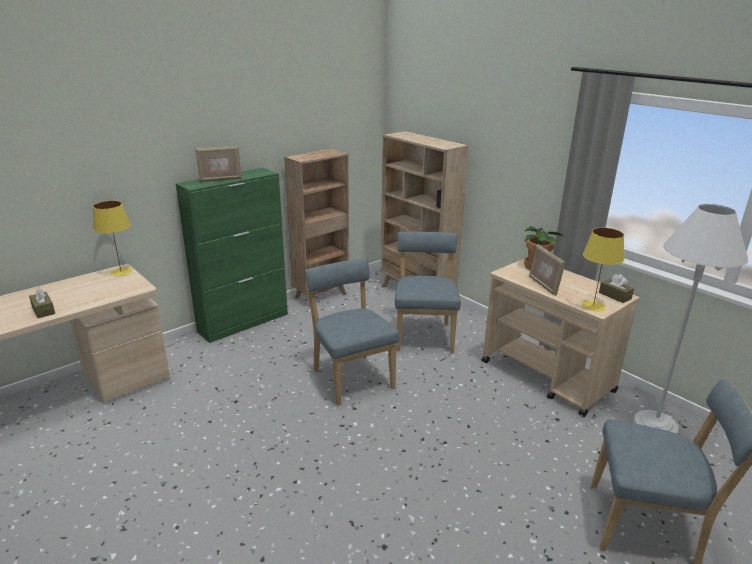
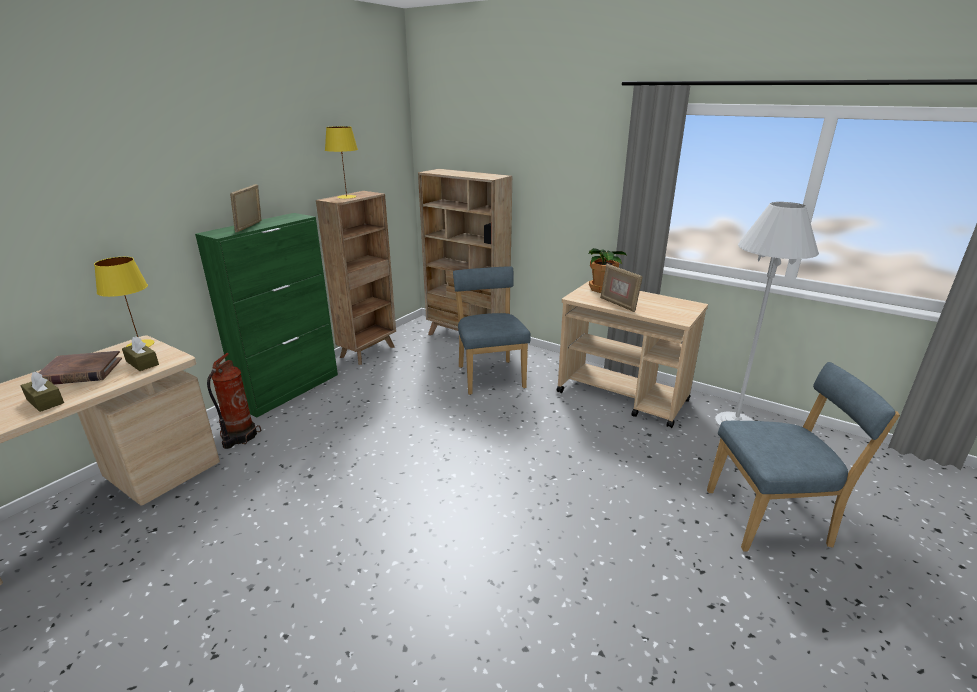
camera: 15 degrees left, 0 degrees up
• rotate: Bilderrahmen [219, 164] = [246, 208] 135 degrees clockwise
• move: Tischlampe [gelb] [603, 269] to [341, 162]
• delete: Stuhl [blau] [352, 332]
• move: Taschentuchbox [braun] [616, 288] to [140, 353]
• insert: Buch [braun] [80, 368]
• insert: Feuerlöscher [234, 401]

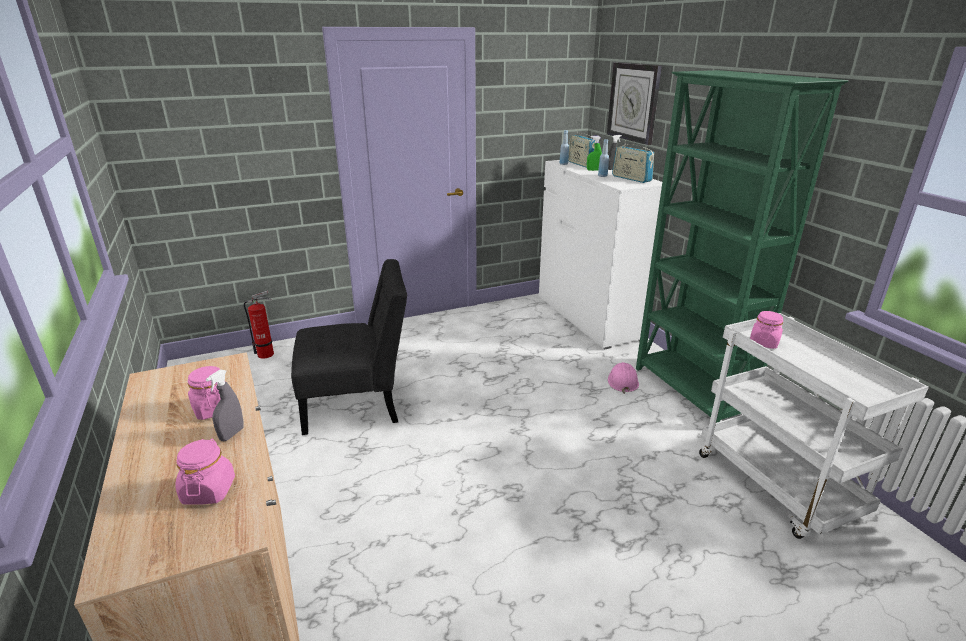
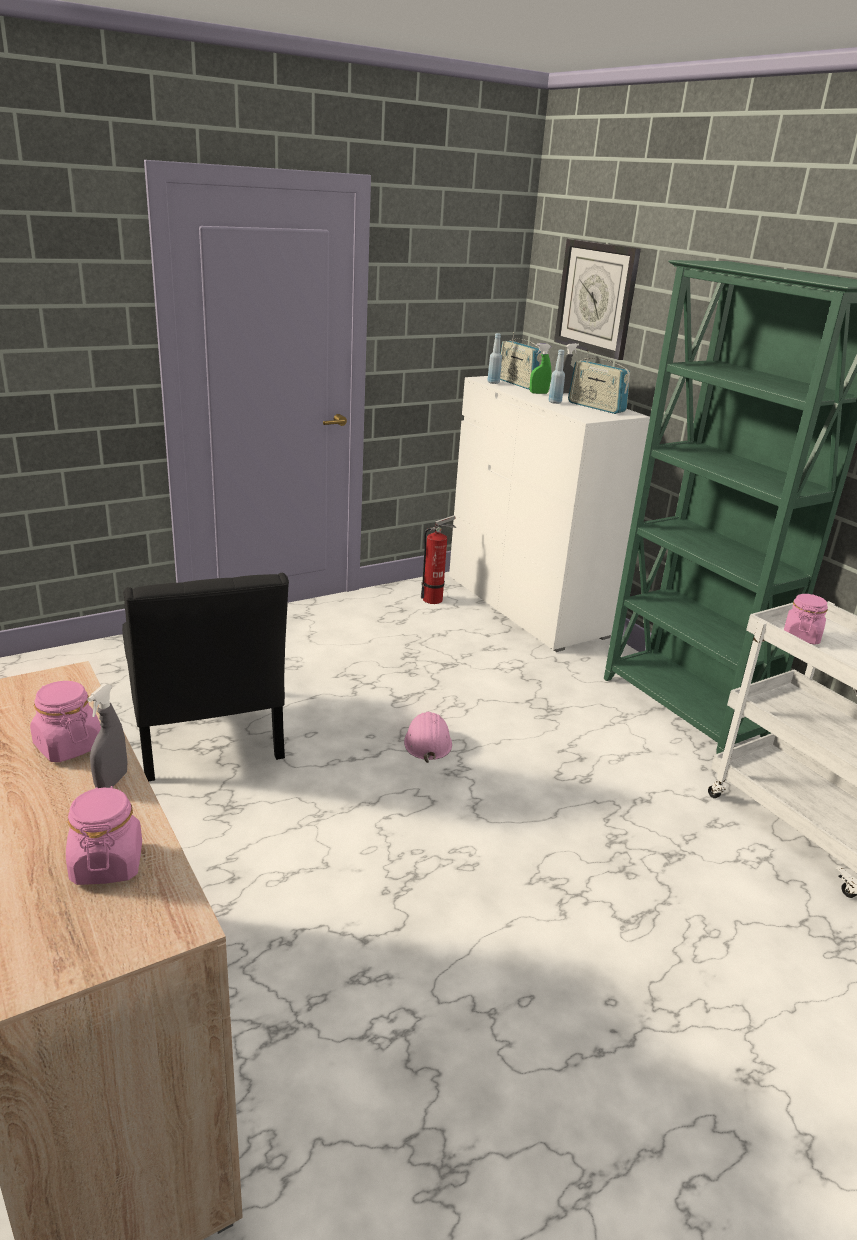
camera: 10 degrees left, 0 degrees up
• rotate: Stuhl [schwarz] [349, 347] = [205, 677] 90 degrees clockwise
• move: Feuerlöscher [259, 324] to [438, 559]
• move: Schutzhelm [rosa] [623, 378] to [428, 737]

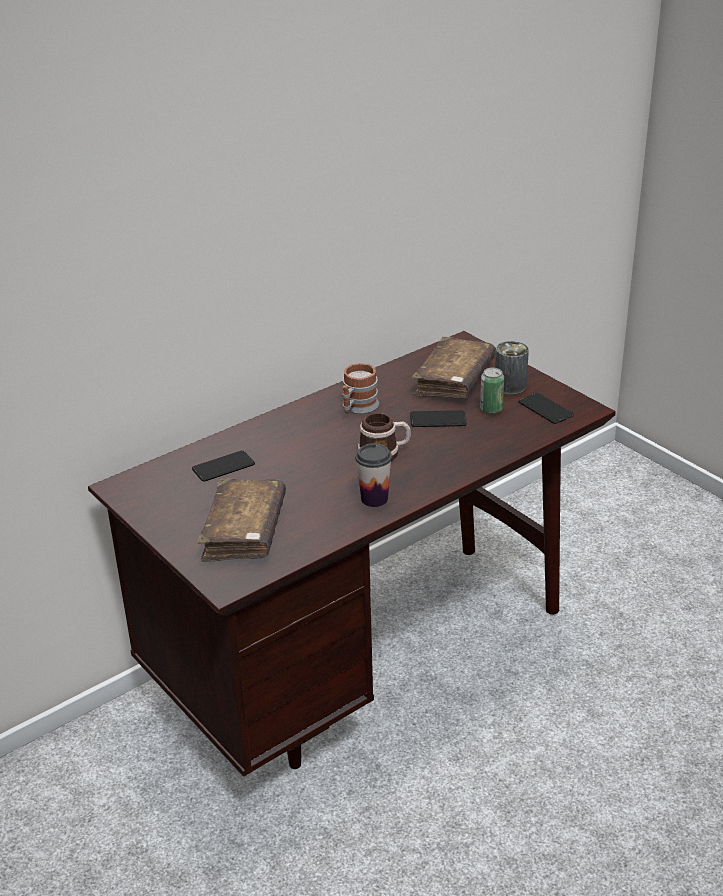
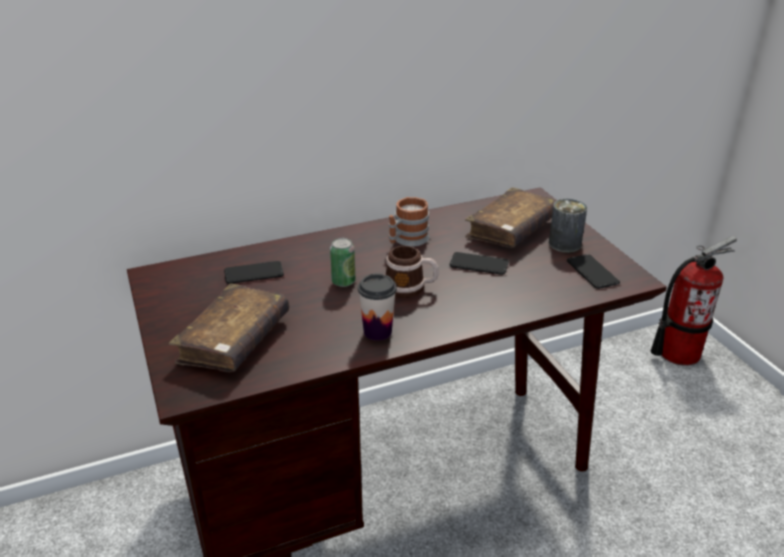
camera: 15 degrees right, 0 degrees up
• move: Dose [492, 391] to [342, 262]
• insert: Feuerlöscher [694, 301]

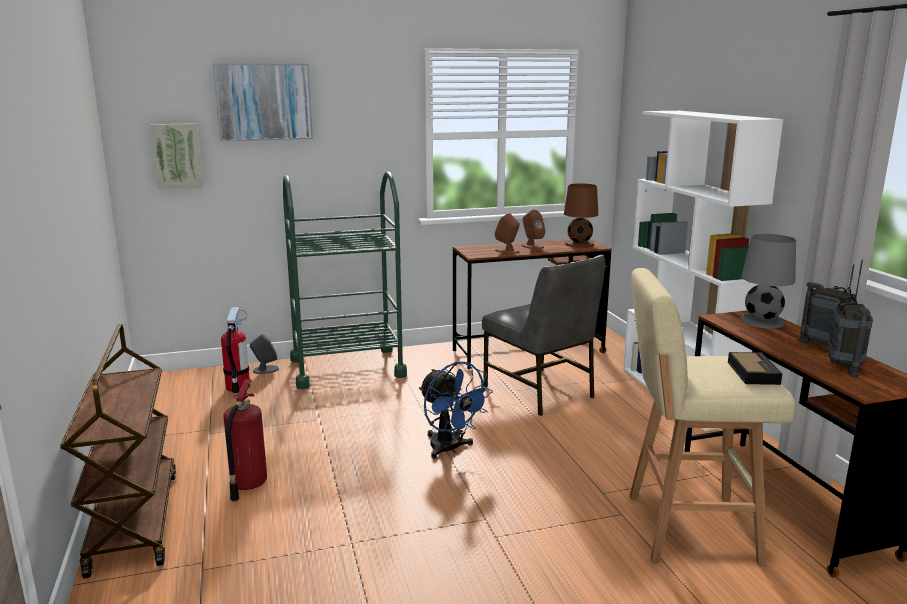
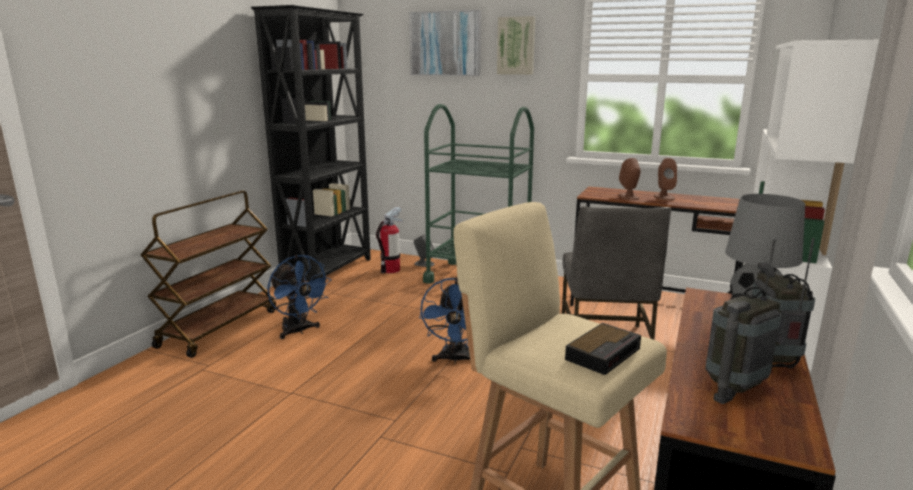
camera: 40 degrees right, 0 degrees up
• move: Bild [177, 156] to [516, 45]
• delete: Tischlampe [braun] [581, 216]
• replace: Feuerlöscher [245, 440] to Ventilator [blau] [299, 297]
• insert: Bücherregal [schwarz] [311, 143]

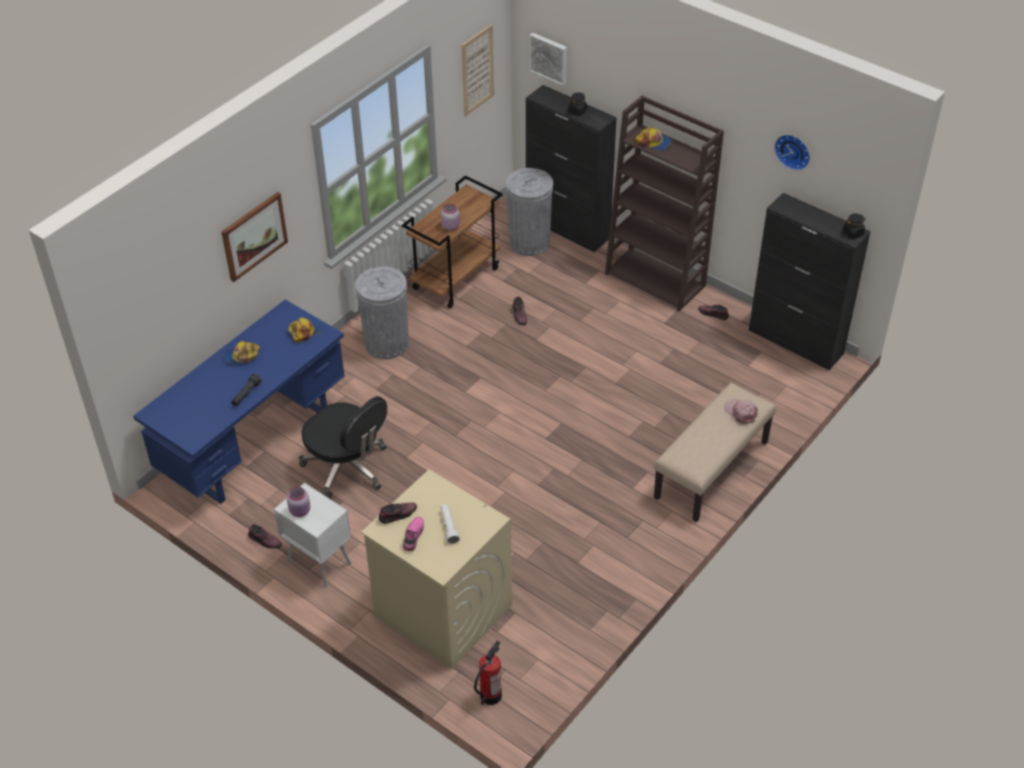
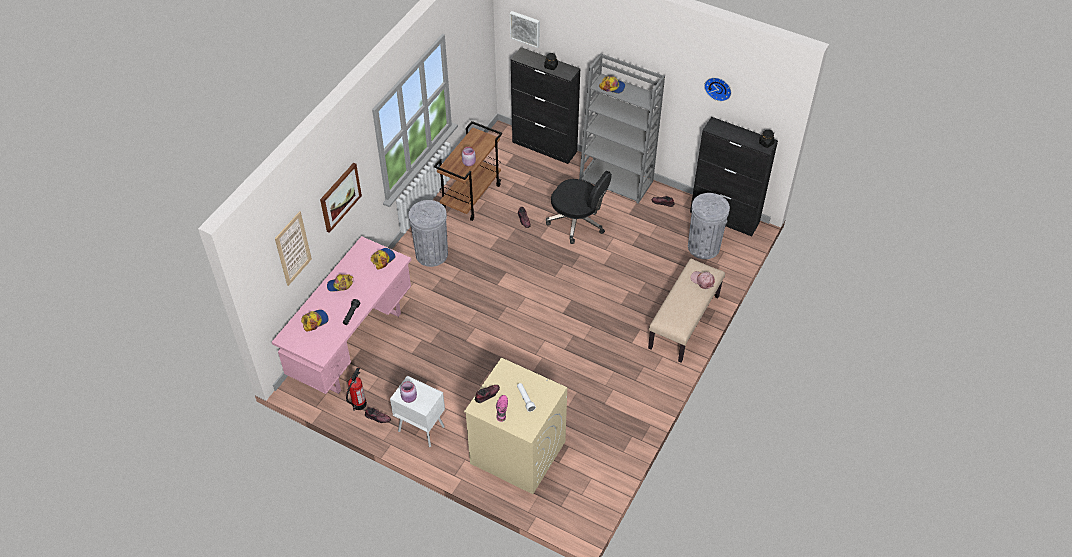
camera: 10 degrees left, 5 degrees up
• move: Bild [478, 70] to [293, 248]
• recolor: Bücherregal [braun] [664, 203] to Bücherregal [grau] [622, 128]
• move: Mülleimer [grau] [529, 212] to [709, 226]
• recolor: Schreibtisch [blau] [239, 402] to Schreibtisch [rosa] [341, 315]
• move: Bürostuhl [schwarz] [343, 447] to [579, 207]
• move: Feuerlöscher [488, 673] to [356, 389]
• insert: Kappe [315, 320]

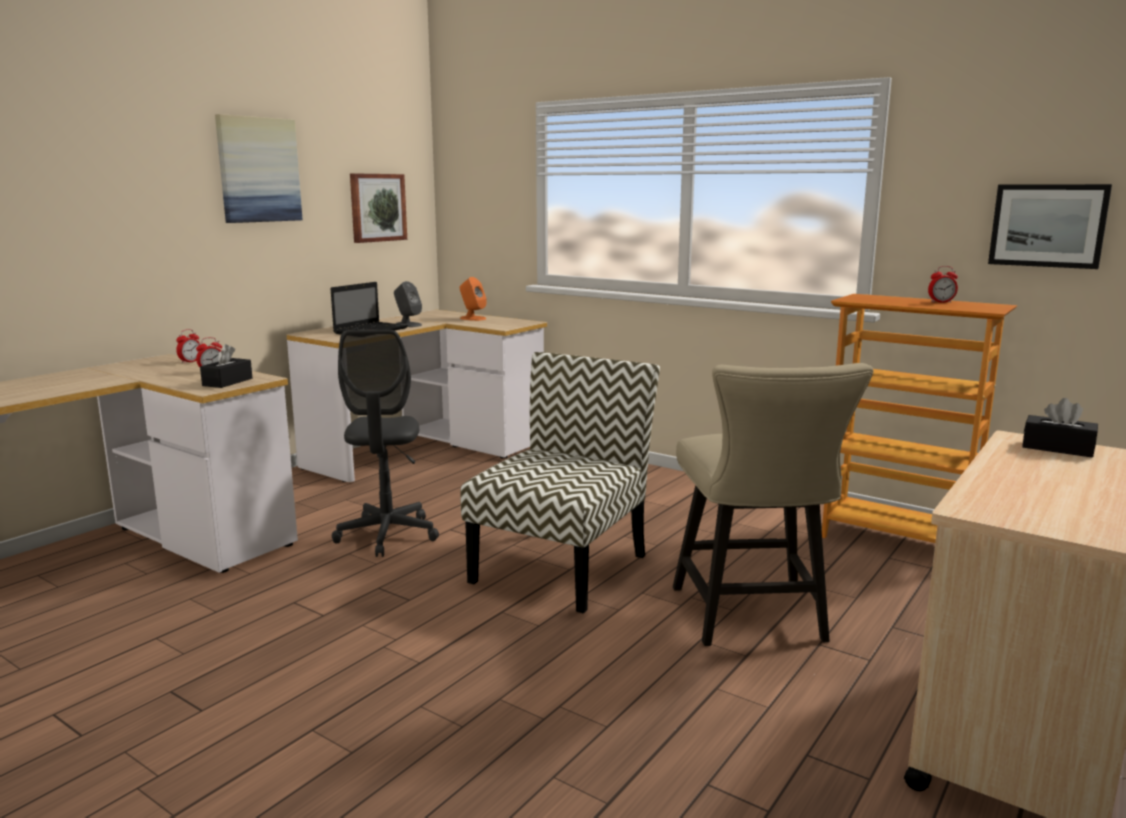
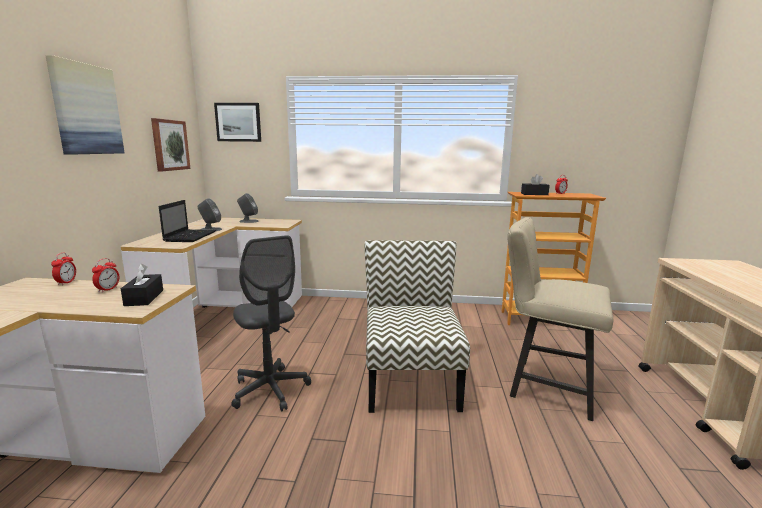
camera: 30 degrees left, 0 degrees up
• move: Bild [1050, 226] to [237, 122]
• recolor: Lautsprecher [orange] [473, 299] to Lautsprecher [grau] [247, 208]
• rotate: Stuhl [beige] [773, 504] = [560, 319] 150 degrees clockwise
• move: Taschentuchbox [schwarz] [1060, 427] to [535, 184]

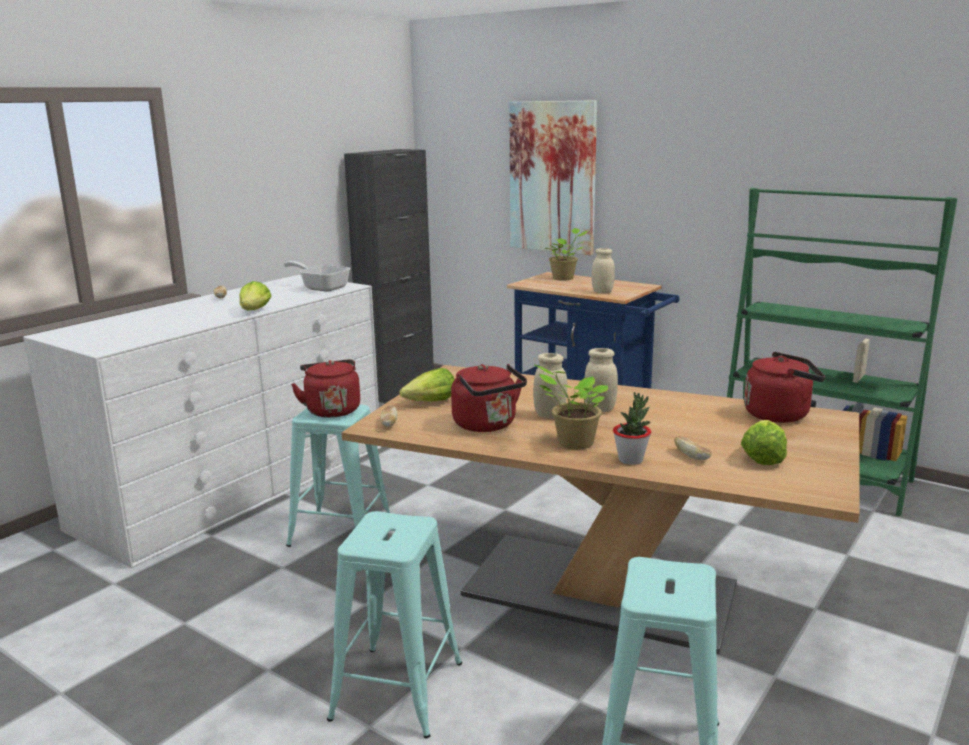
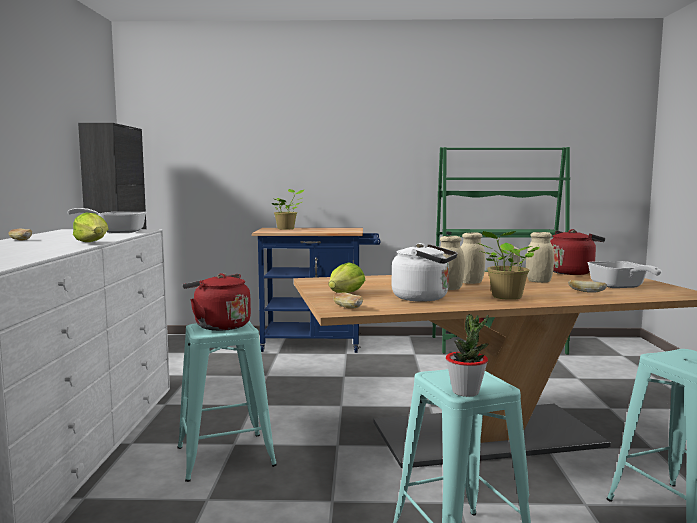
camera: 35 degrees left, 10 degrees down
• delete: Bild [553, 177]
• move: Vorratsglas [beige] [603, 271] to [540, 257]
• recolor: Wasserkessel [rot] [489, 398] to Wasserkessel [weiß] [425, 272]
• move: Topfpflanze [632, 428] to [467, 355]
• replace: Salatkopf [764, 442] to Pfanne [624, 274]

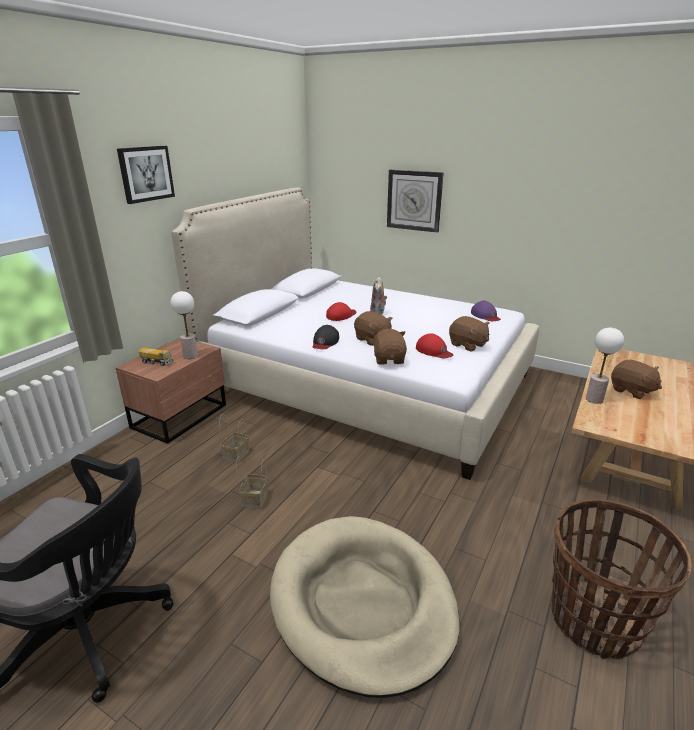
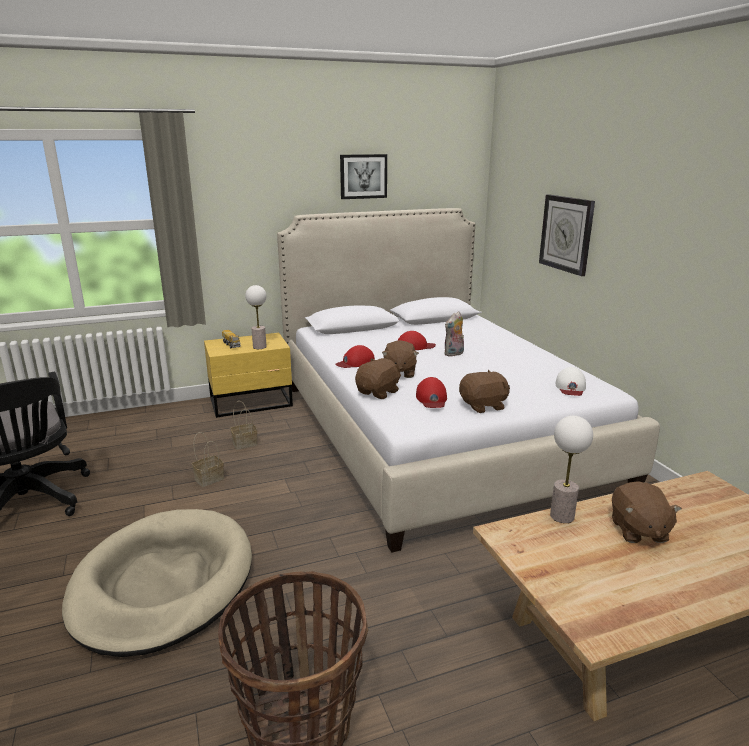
camera: 40 degrees right, 5 degrees down
• move: Bild [146, 175] to [363, 176]
• recolor: Kappe [lila] [486, 311] to Kappe [weiß] [571, 381]
• rotate: Plüschtier [braun] [469, 333] = [484, 391] 105 degrees counterclockwise
• recolor: Kappe [schwarz] [325, 337] to Kappe [rot] [355, 356]
• recolor: Nachttisch [braun] [170, 391] to Nachttisch [gelb] [248, 375]

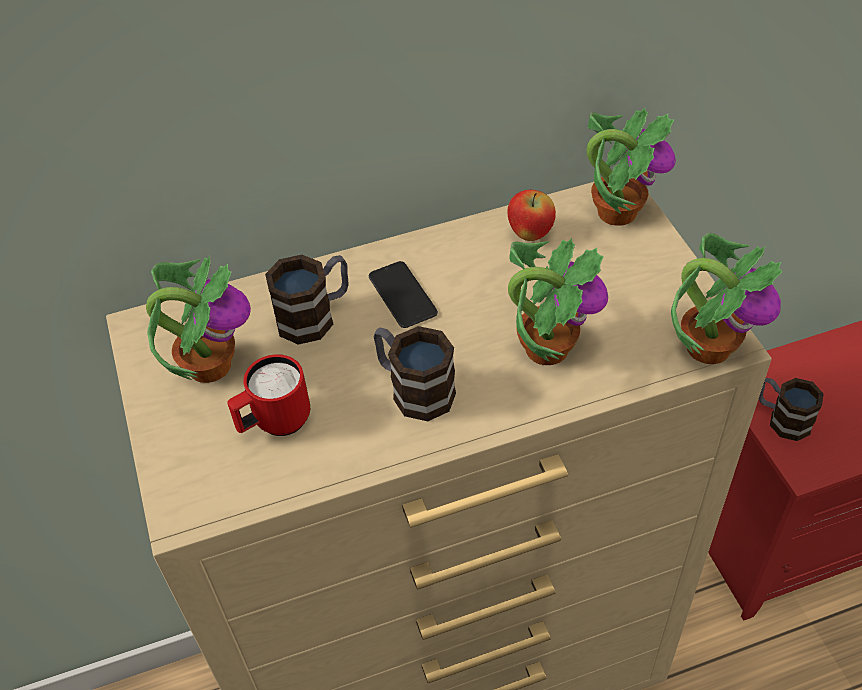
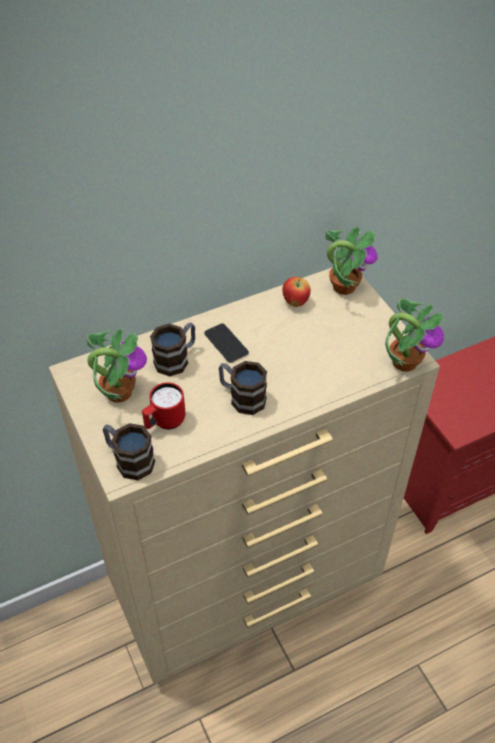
camera: 10 degrees left, 0 degrees up
• delete: Topfpflanze [558, 301]
• move: Henkelbecher [791, 409] to [129, 451]

